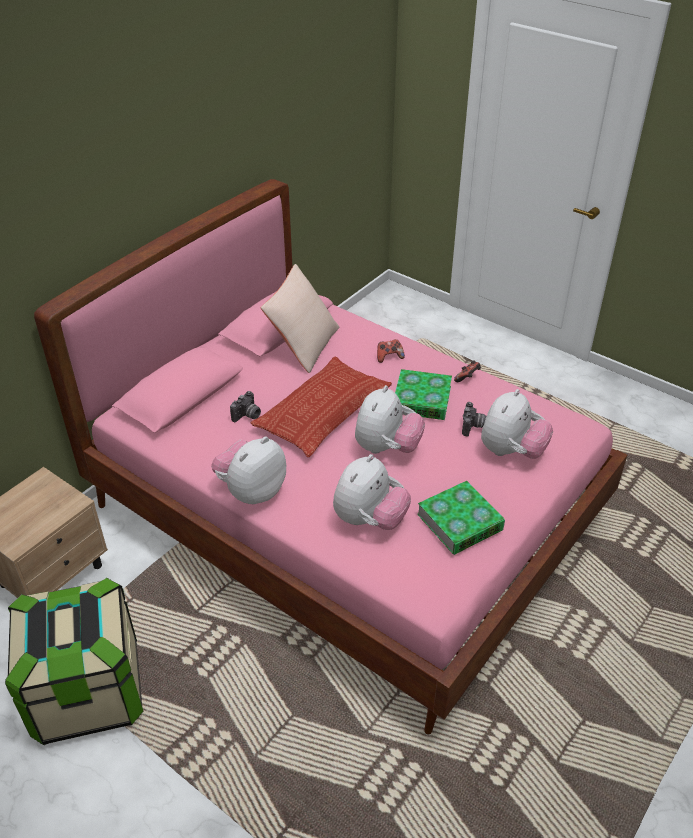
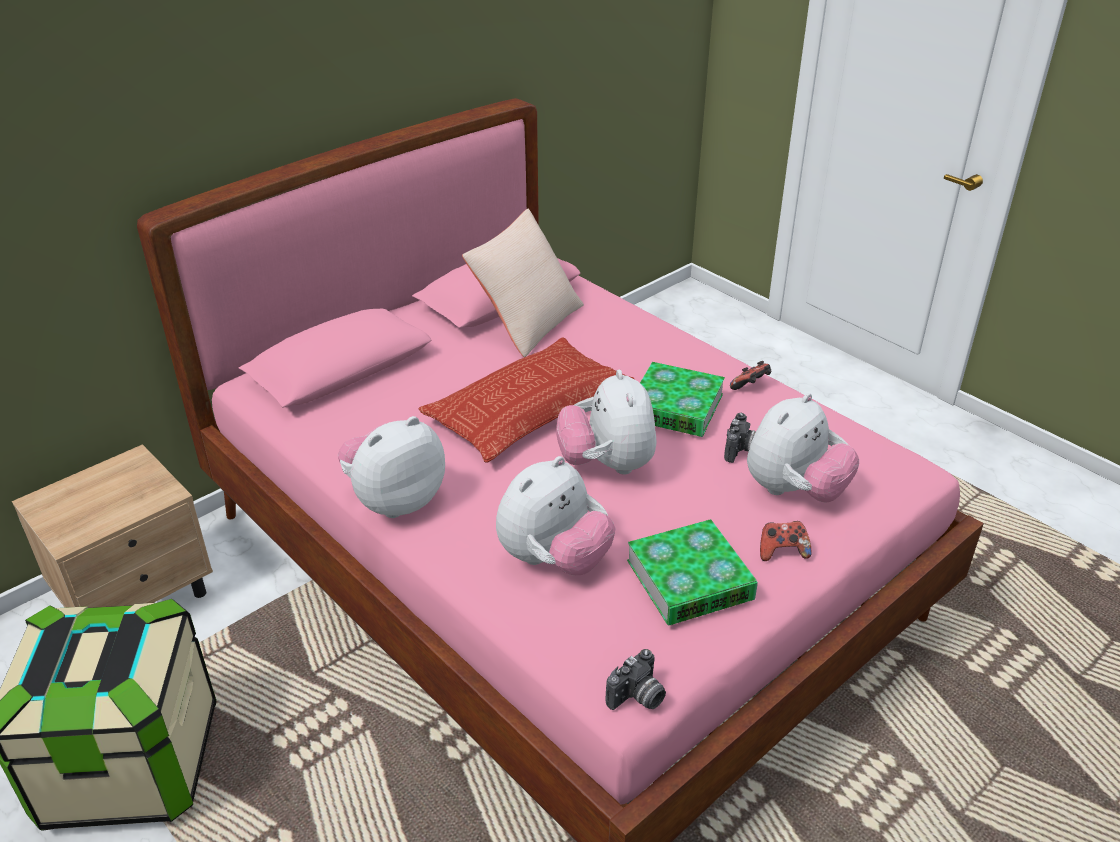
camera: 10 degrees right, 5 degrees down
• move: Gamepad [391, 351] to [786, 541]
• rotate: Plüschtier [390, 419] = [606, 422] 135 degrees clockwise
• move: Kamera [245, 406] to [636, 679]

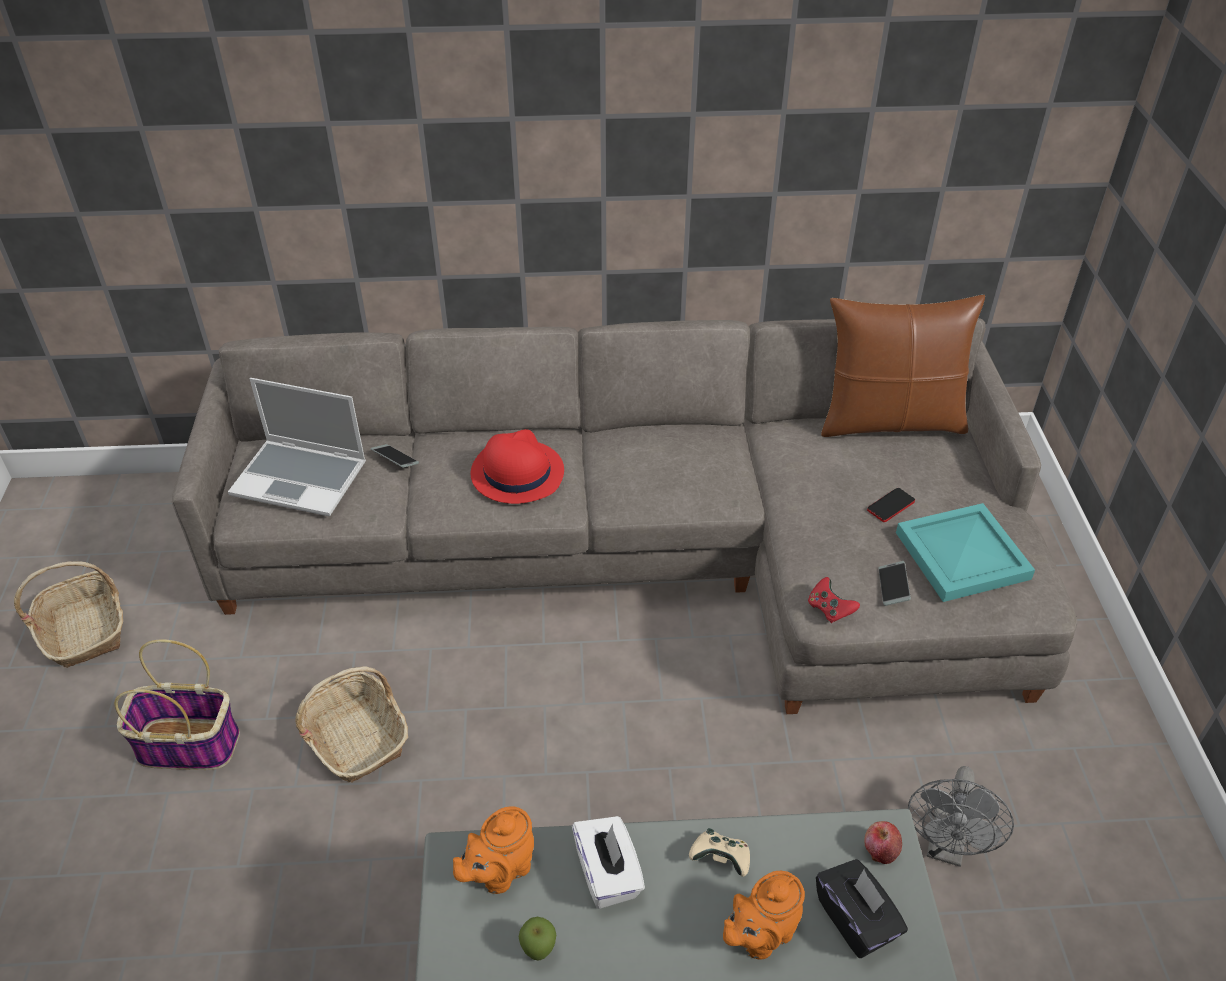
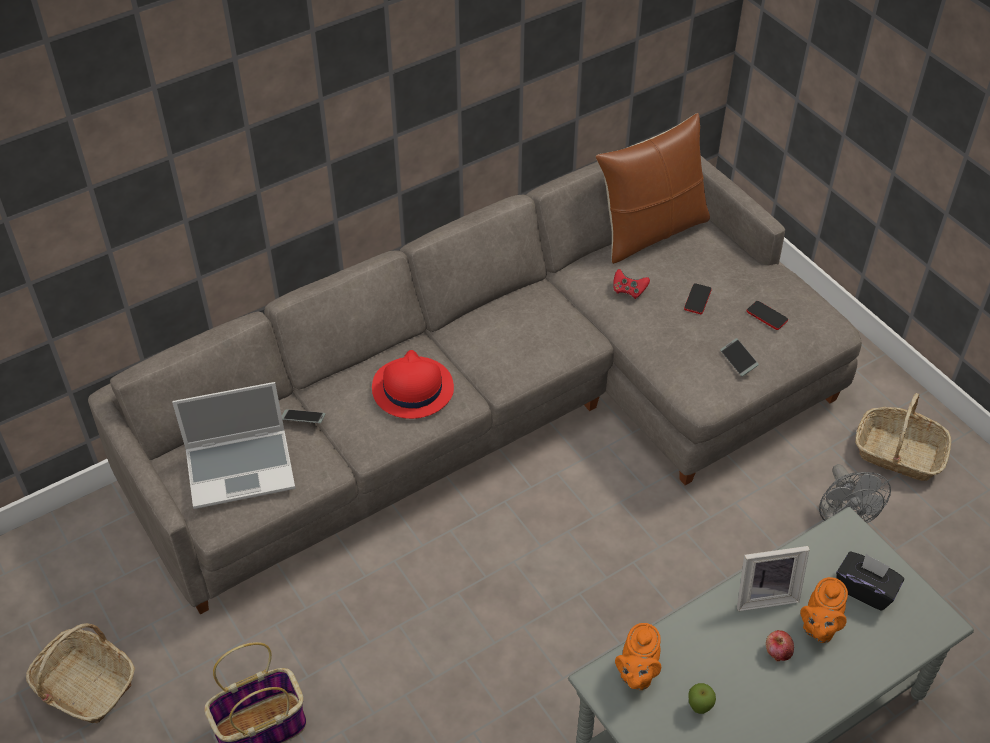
camera: 30 degrees left, 5 degrees up
• replace: Tablett [türkis] [965, 552] to Handy [767, 315]
• move: Gamepad [rot] [834, 600] to [631, 284]
• move: Korb [351, 725] to [903, 437]
• delete: Taschentuchbox [weiß] [608, 862]
• move: Apfel [883, 842] to [780, 645]
• replace: Gamepad [beige] [719, 852] to Bilderrahmen [773, 578]

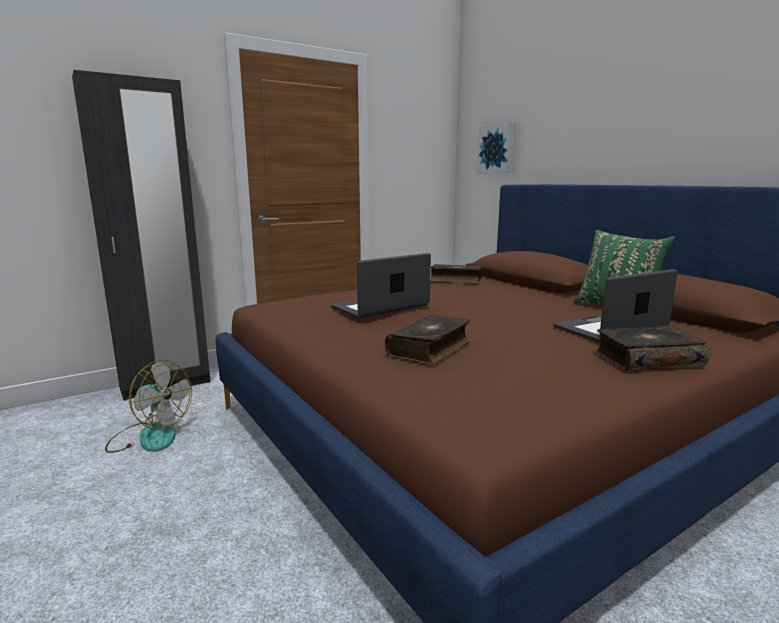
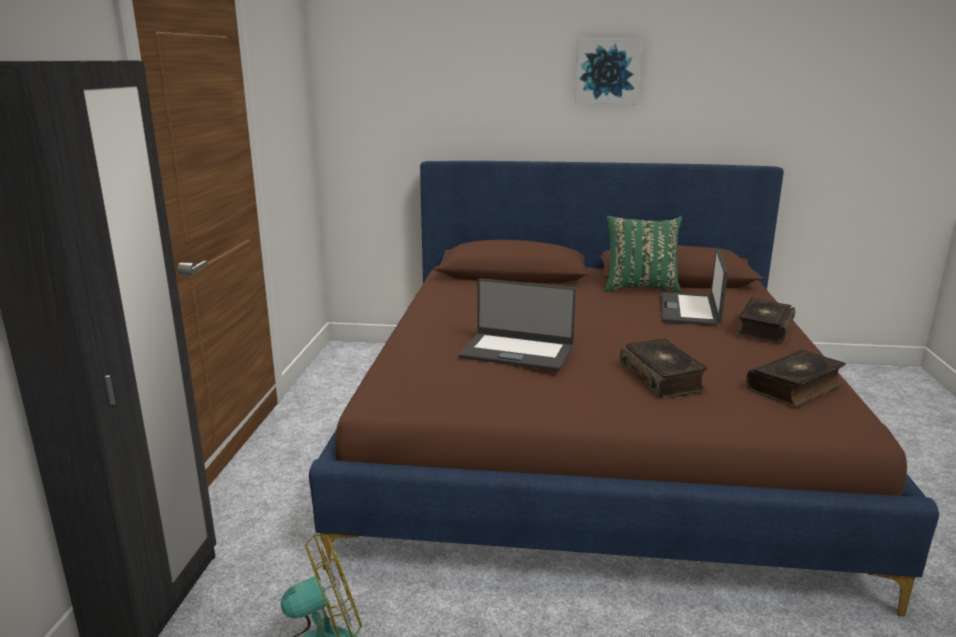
camera: 50 degrees left, 5 degrees up
• move: Bild [496, 148] to [608, 71]
• rotate: Laptop [381, 285] = [517, 324] 75 degrees counterclockwise
• move: Buch [456, 273] to [796, 378]

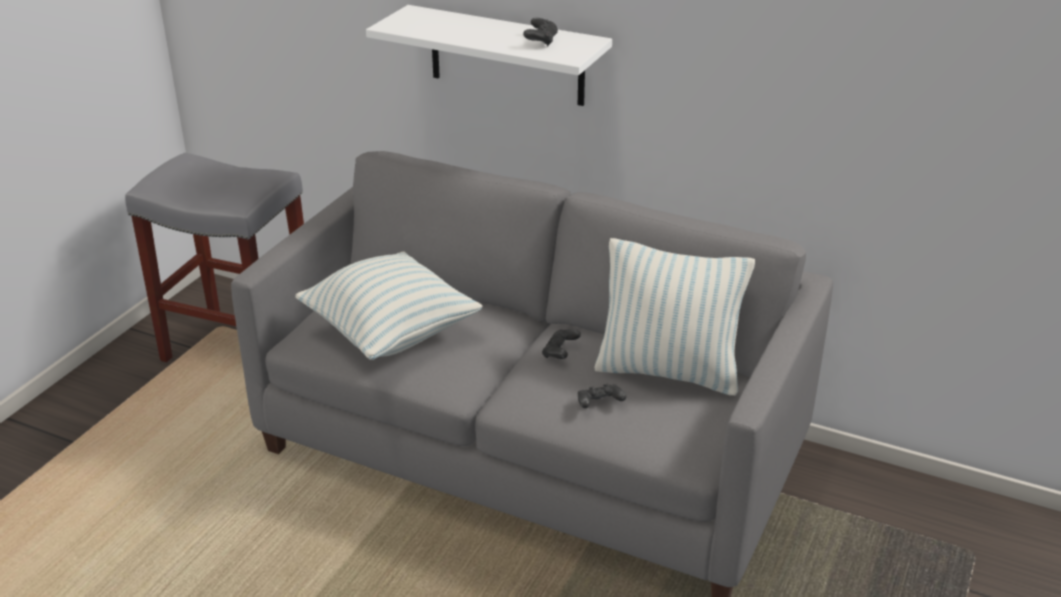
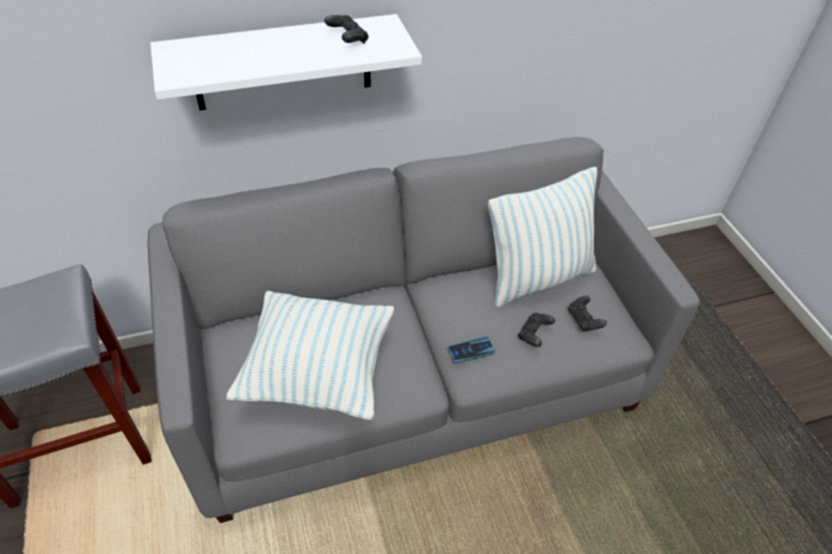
camera: 45 degrees left, 15 degrees up
• move: Gamepad [schwarz] [561, 344] to [587, 314]
• insert: Handy [471, 350]

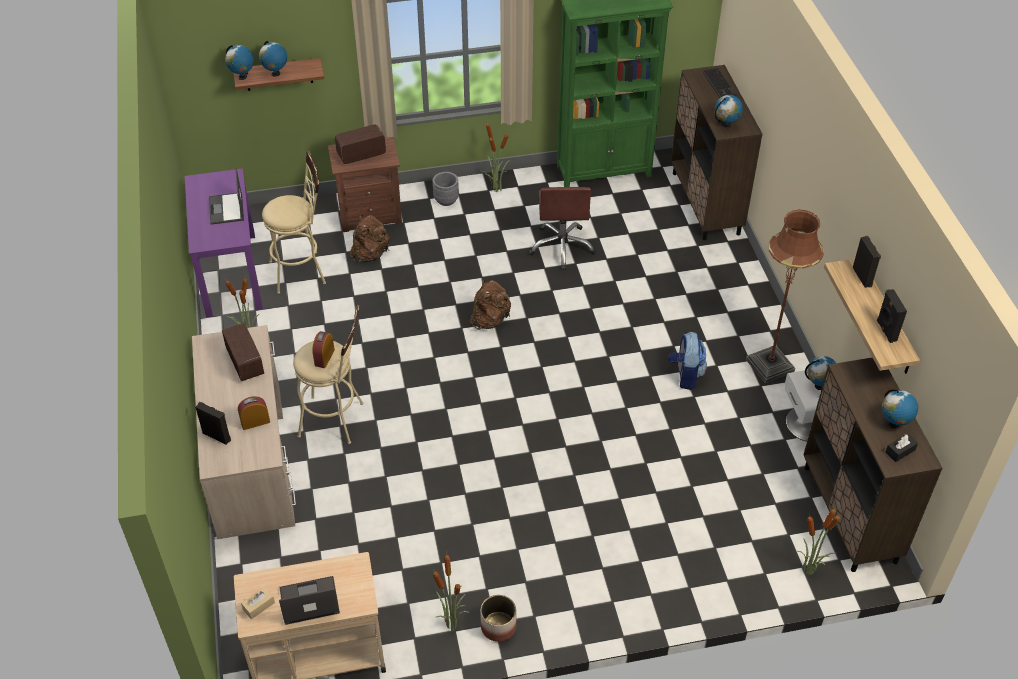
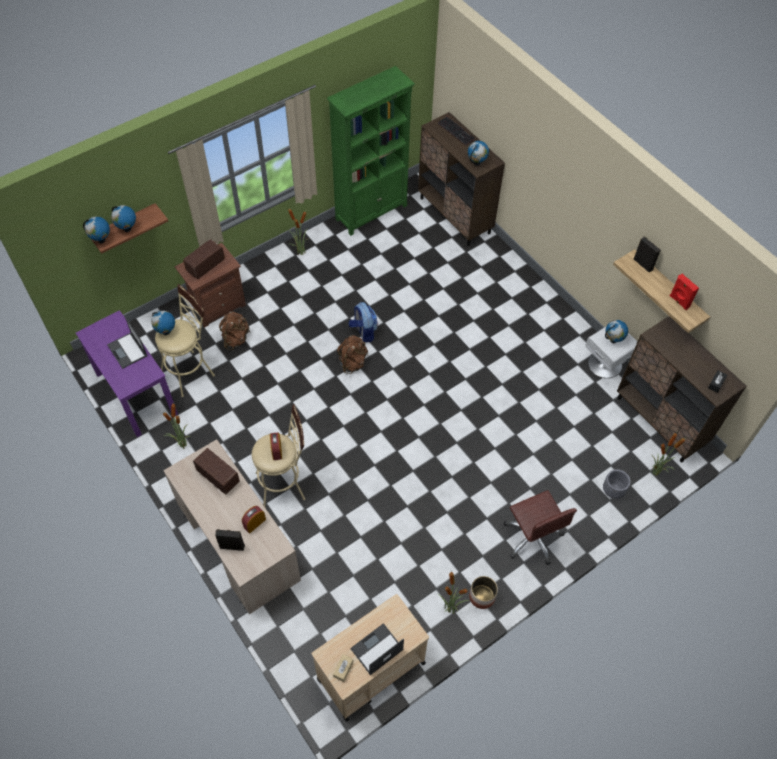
camera: 25 degrees left, 10 degrees up
• move: Pflanzkübel [grau] [446, 189] to [617, 484]
• move: Bürostuhl [braun] [562, 228] to [540, 527]
• delete: Stehlampe [braun] [785, 296]
• recolor: Lautsprecher [schwarz] [892, 316] to Lautsprecher [rot] [684, 292]
• move: Rucksack [687, 361] to [363, 322]
• move: Globus [900, 408] to [163, 323]

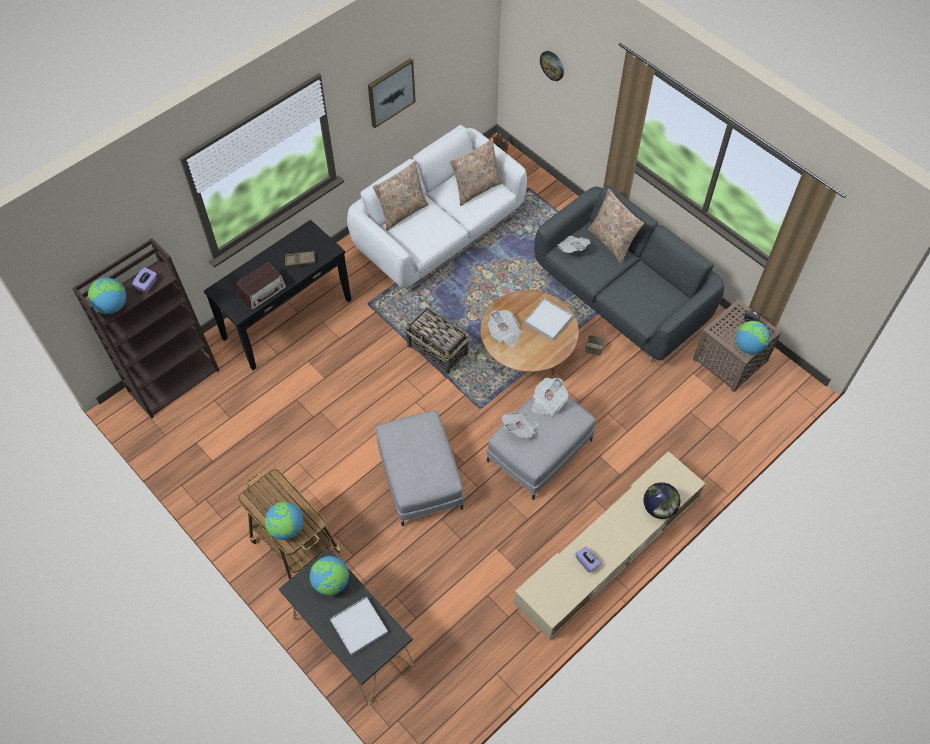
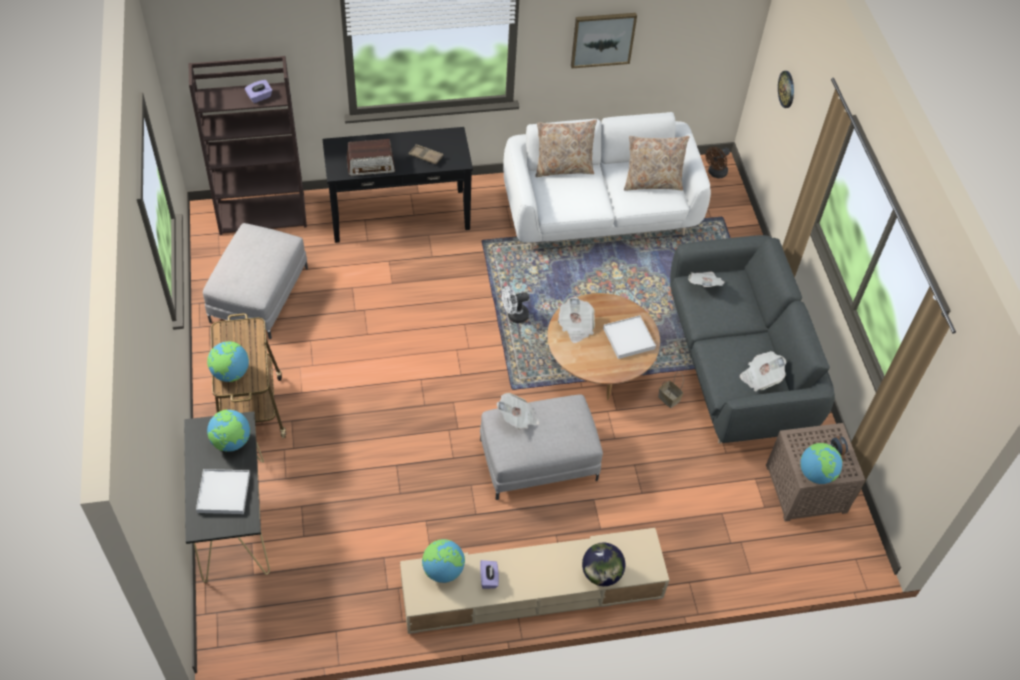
camera: 30 degrees right, 5 degrees down
• delete: Kissen [beige] [616, 226]
• move: Globus [107, 296] to [443, 561]
• replace: Korb [436, 340] to Ventilator [weiß] [515, 304]
• move: Zeitung [550, 397] to [763, 371]
• move: Polsterhocker [grau] [420, 468] to [255, 281]

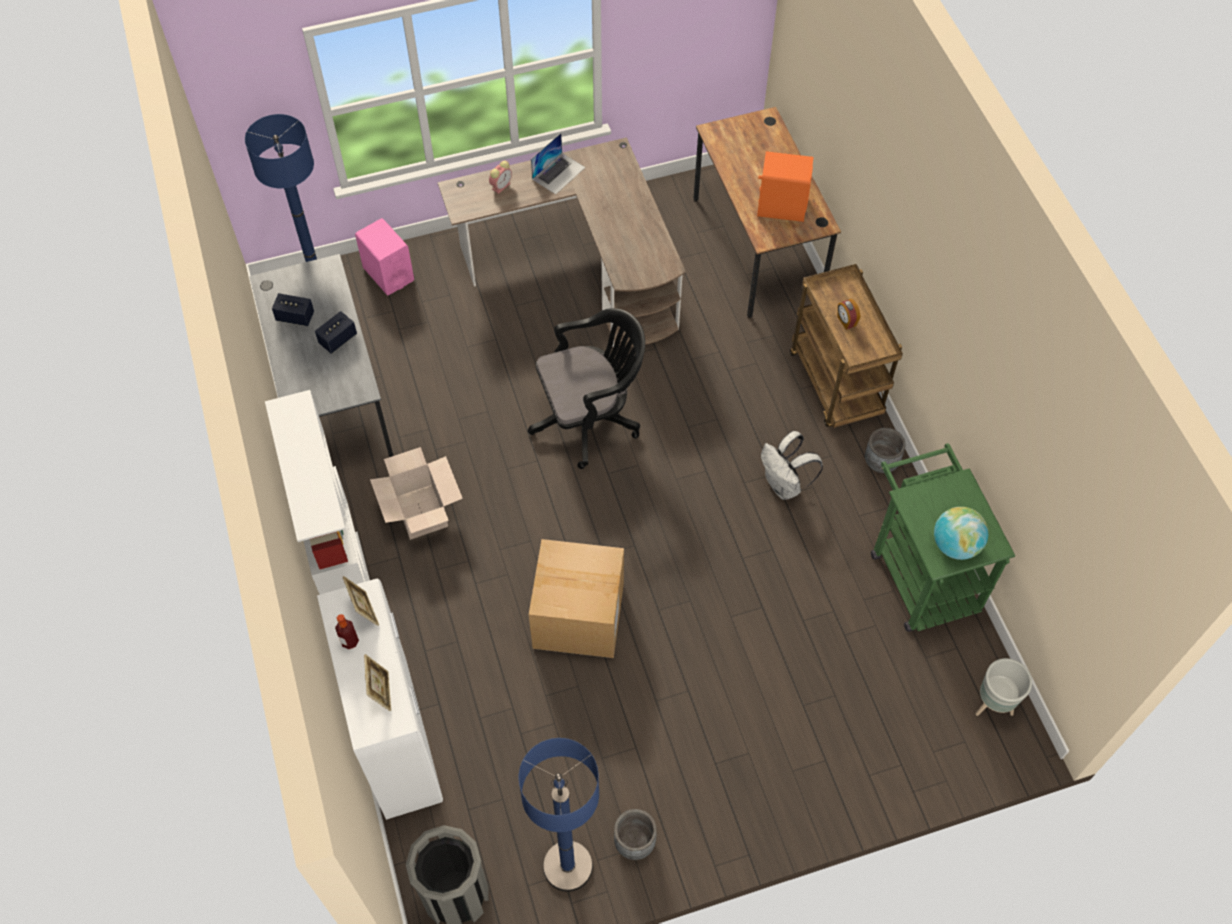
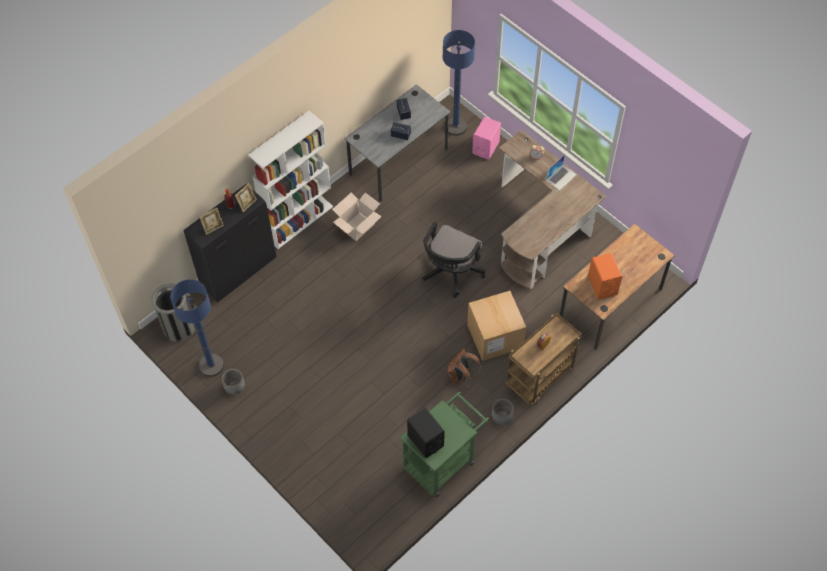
camera: 65 degrees right, 0 degrees up
• rotate: Laptop [558, 163] = [561, 172] 60 degrees counterclockwise
• rotate: Bürostuhl [schwarz] [586, 388] = [453, 260] 75 degrees clockwise
• recolor: Rucksack [weiß] [792, 465] to Rucksack [braun] [464, 366]
• replace: Globus [961, 533] to Lautsprecher [schwarz] [426, 433]
• move: Karton [576, 598] to [496, 326]
• recolor: Schrank [weiß] [380, 699] to Schrank [schwarz] [229, 243]
• delete: Pflanzkübel [grau] [1004, 687]

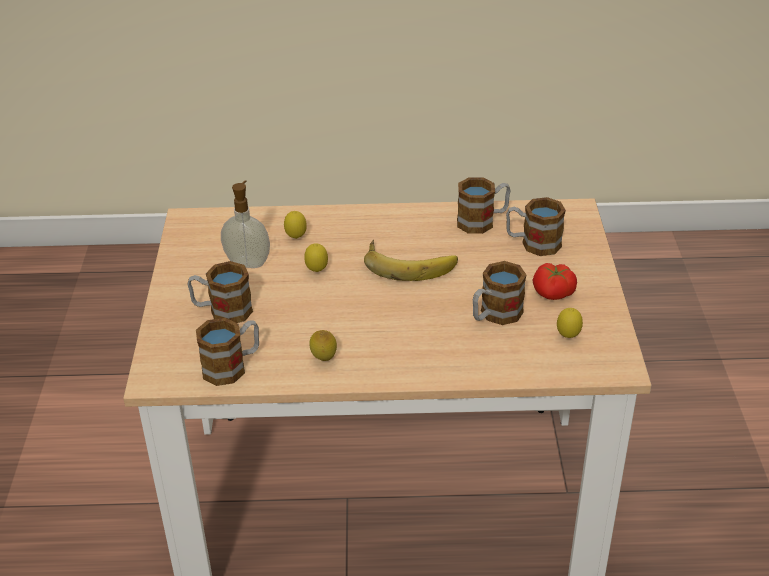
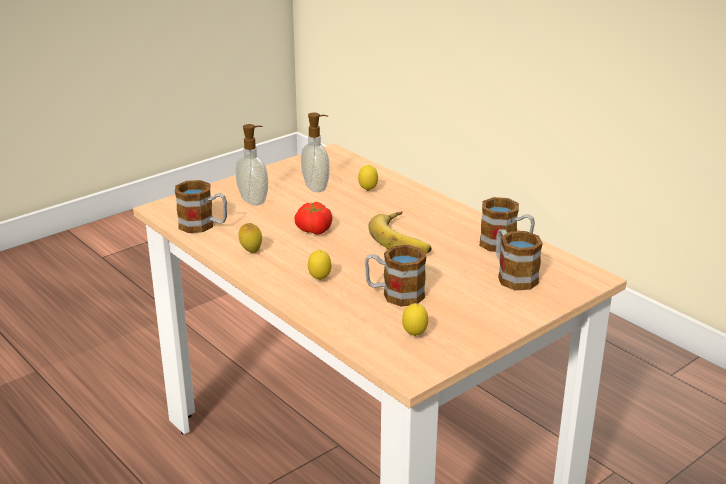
camera: 50 degrees right, 10 degrees down
• move: Zitrone [316, 257] to [319, 265]
• replace: Henkelbecher [220, 292] to Seifenspender [251, 164]
• move: Tomate [555, 281] to [313, 218]

